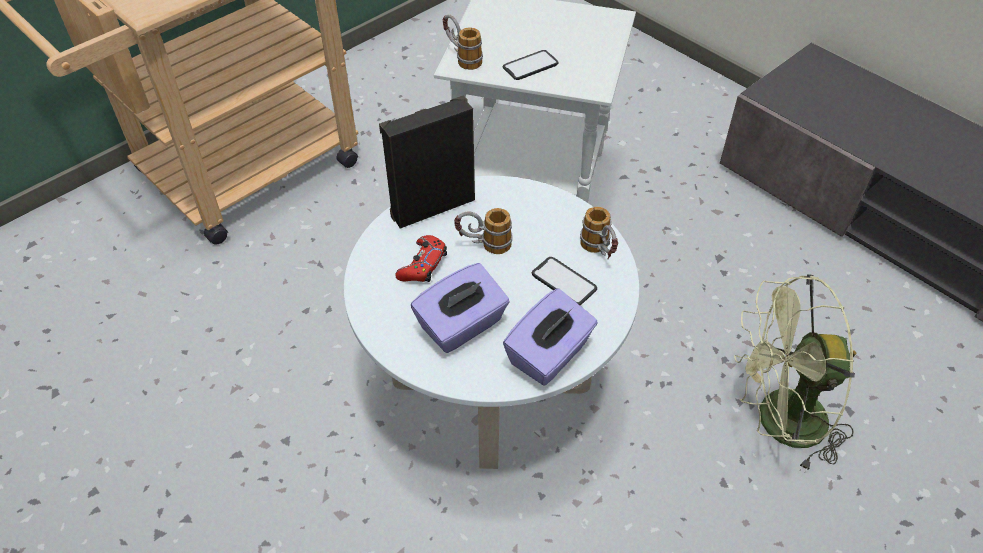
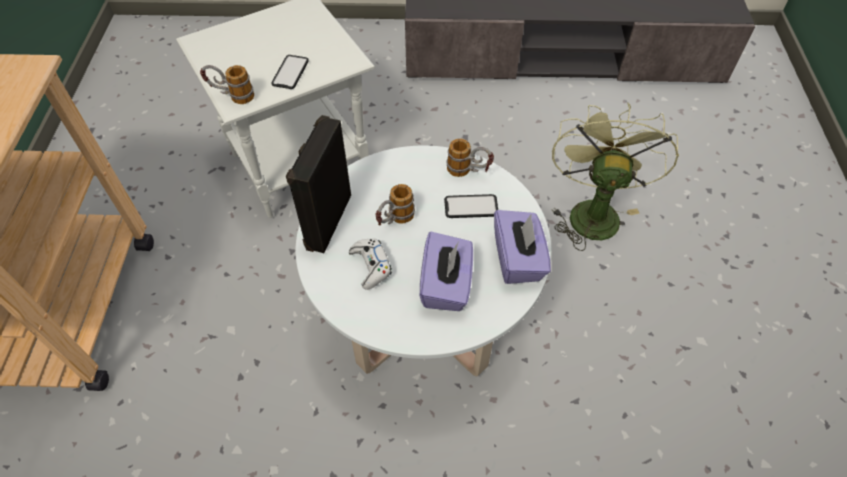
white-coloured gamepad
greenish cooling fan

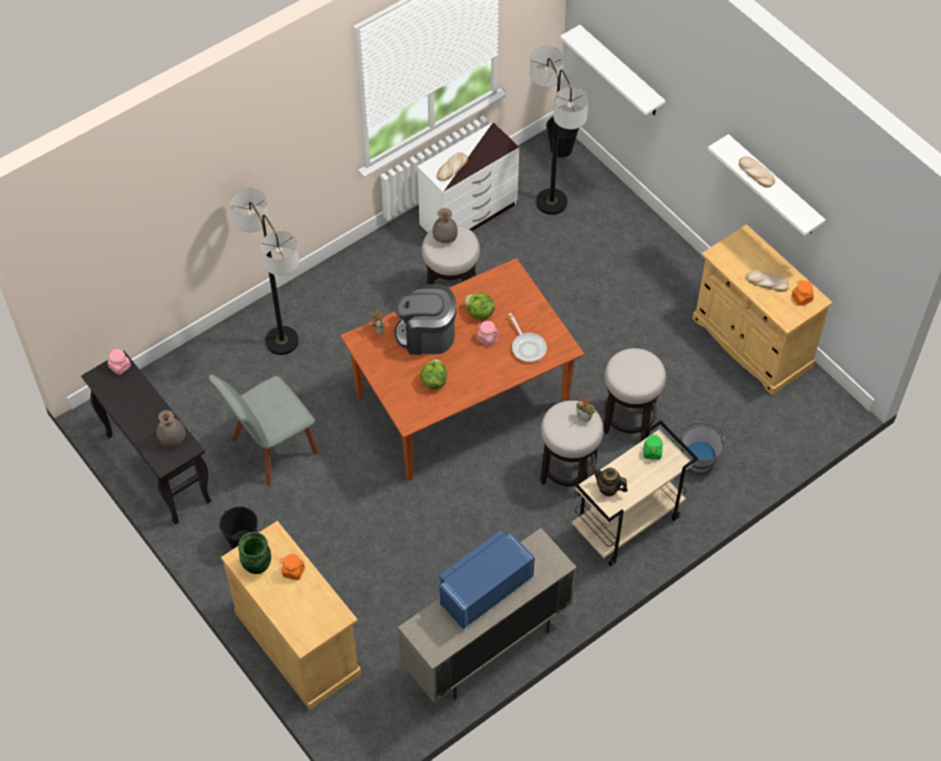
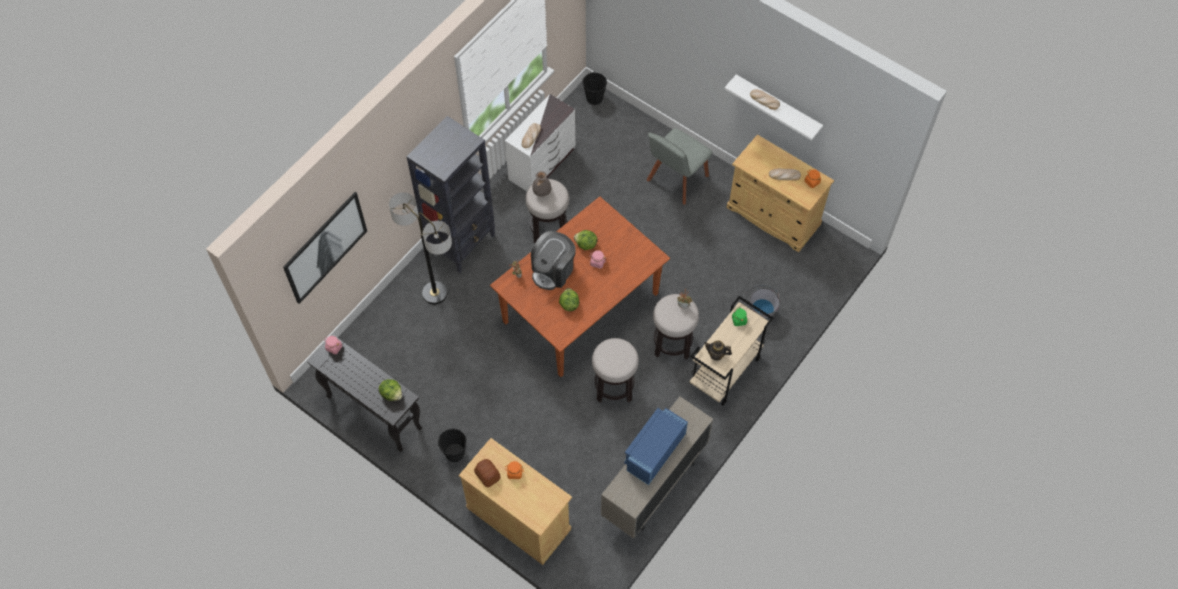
skillet
standing lamp (no. 2 from left in the first image)
white-coloured shelf (no. 1 from left in the first image)
wall picture
black-coloured bookcase
grey upright chair
stool (no. 2 from left)
head of lettuce (no. 1 from left)
baked bread (no. 1 from left)
coffee maker

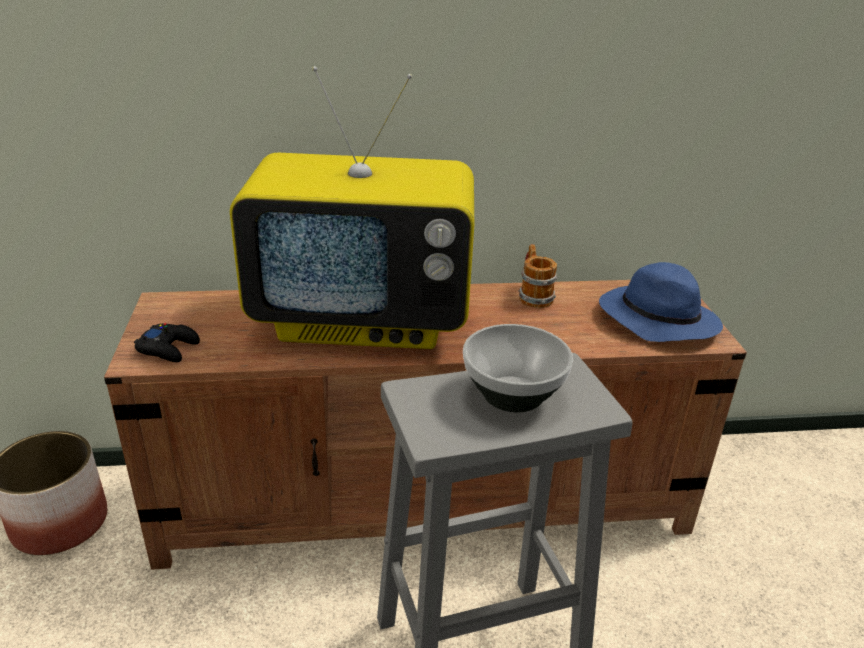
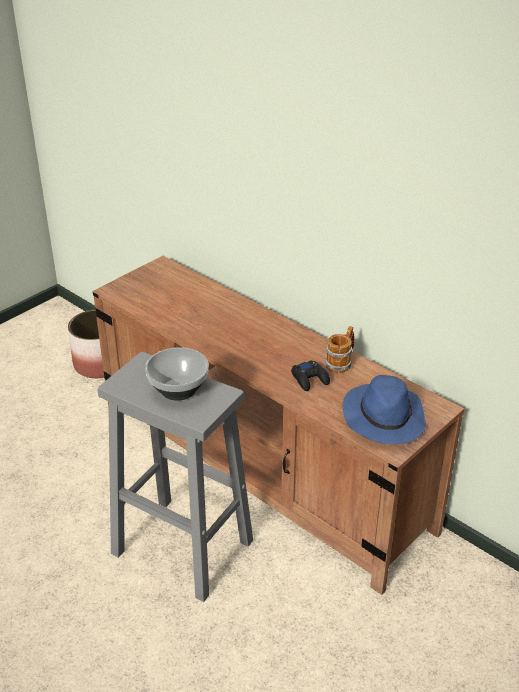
TV
black-coloured gamepad

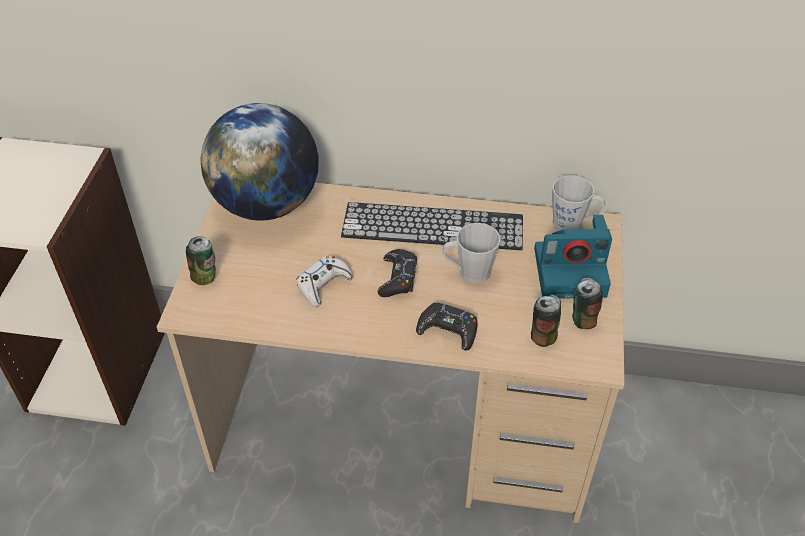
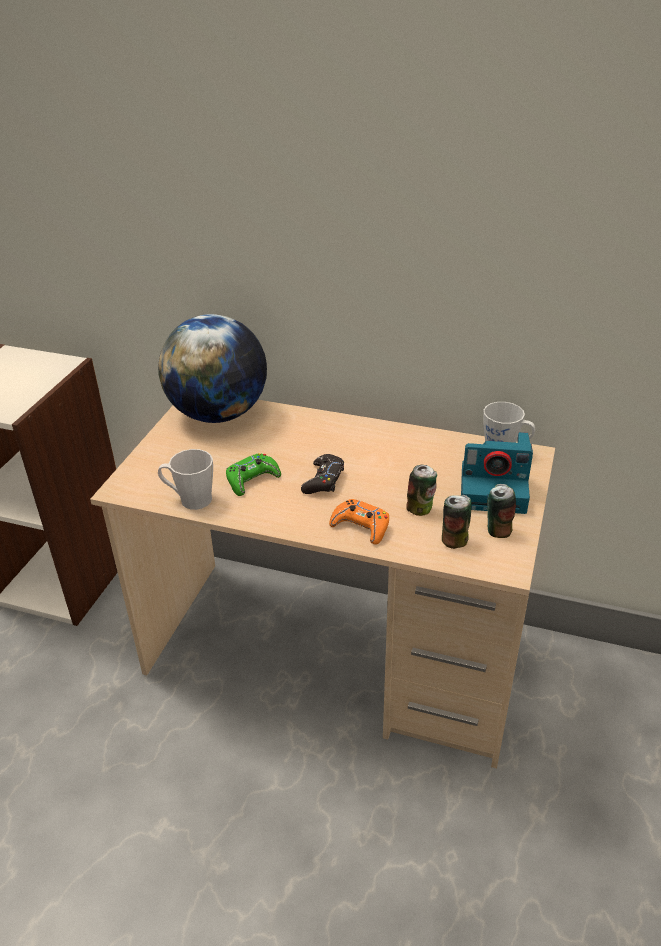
PC keyboard
sealed can (no. 1 from left)
grey coffee mug (no. 1 from left)
greenish gamepad
orangey gamepad

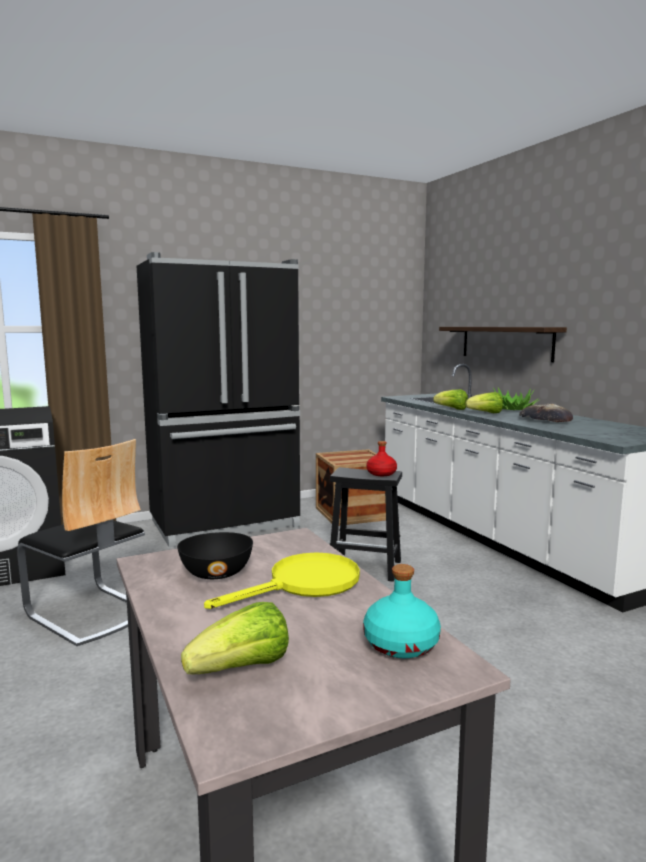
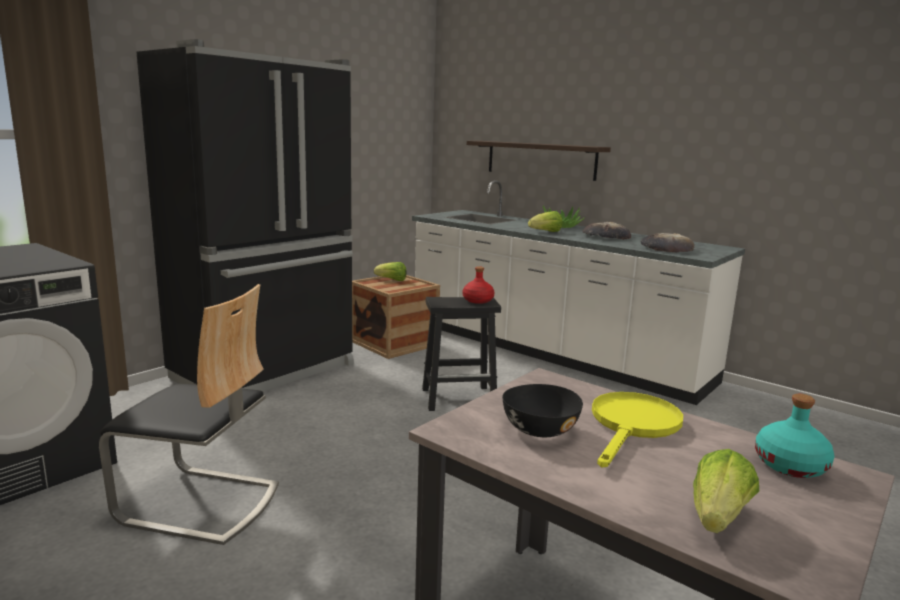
baked bread (no. 2 from left)
head of lettuce (no. 1 from left)

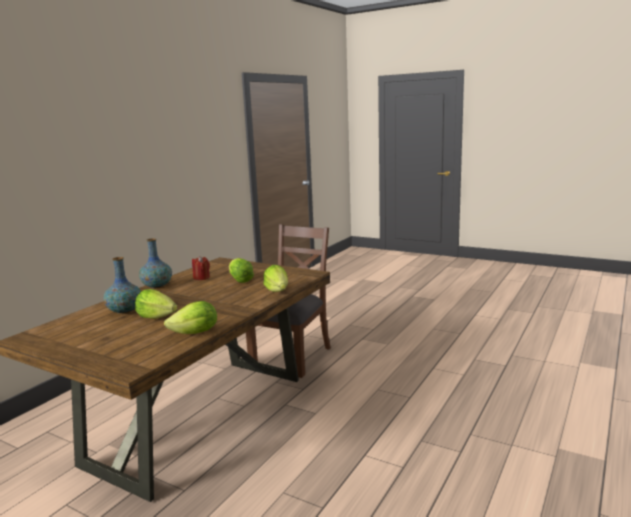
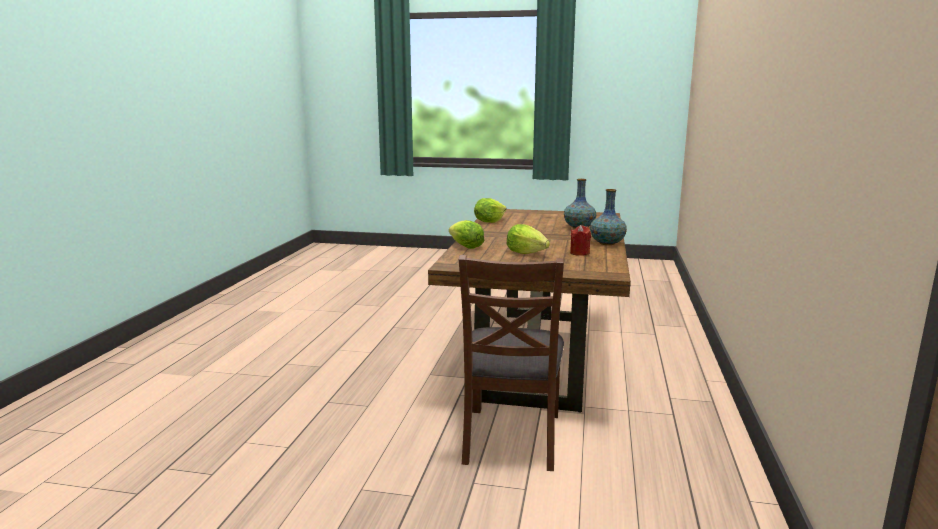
head of lettuce (no. 1 from left in the first image)

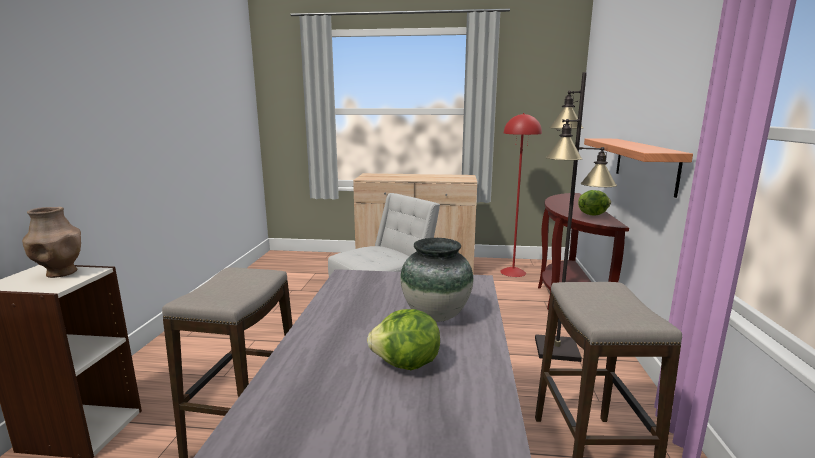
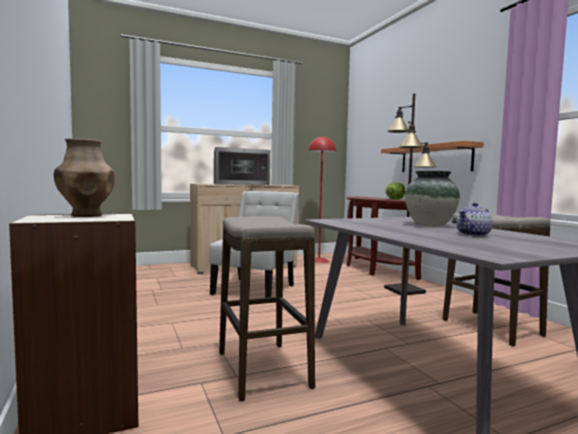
kitchen microwave
pot for tea

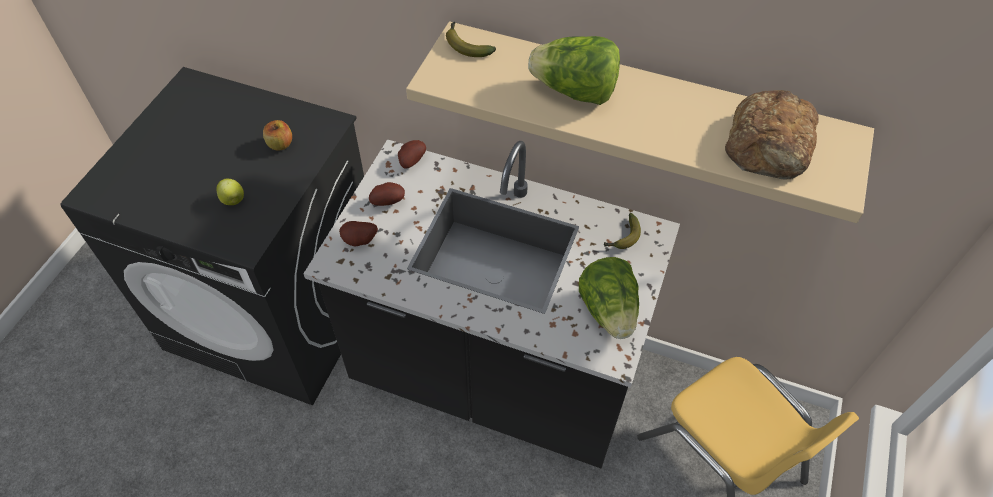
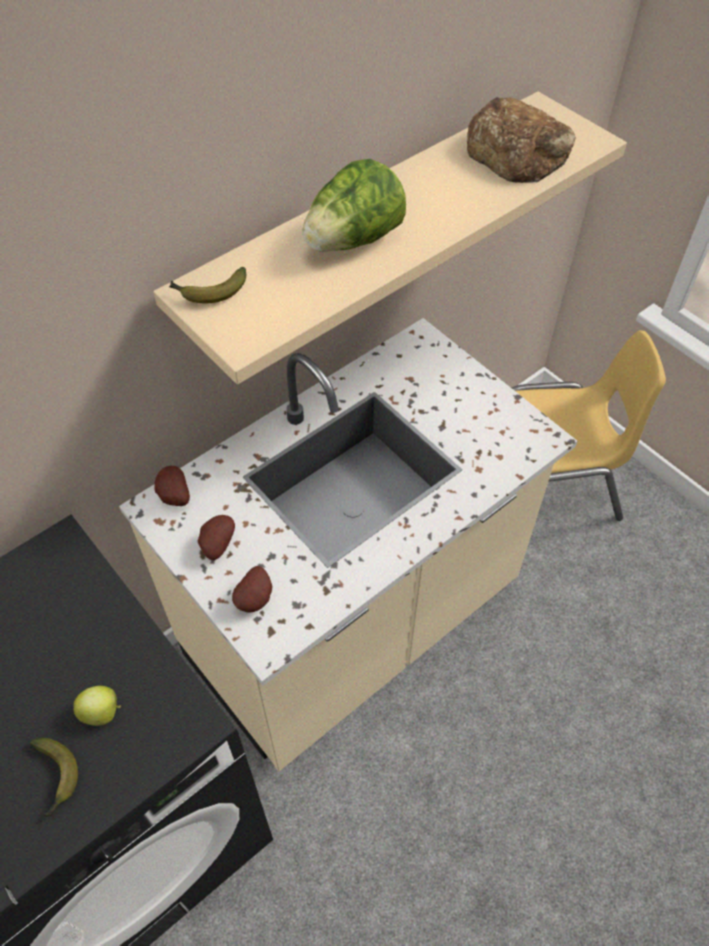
whole apple (no. 2 from left in the first image)
head of lettuce (no. 2 from left in the first image)
banana fruit (no. 1 from left)
beige-coloured kitchen counter

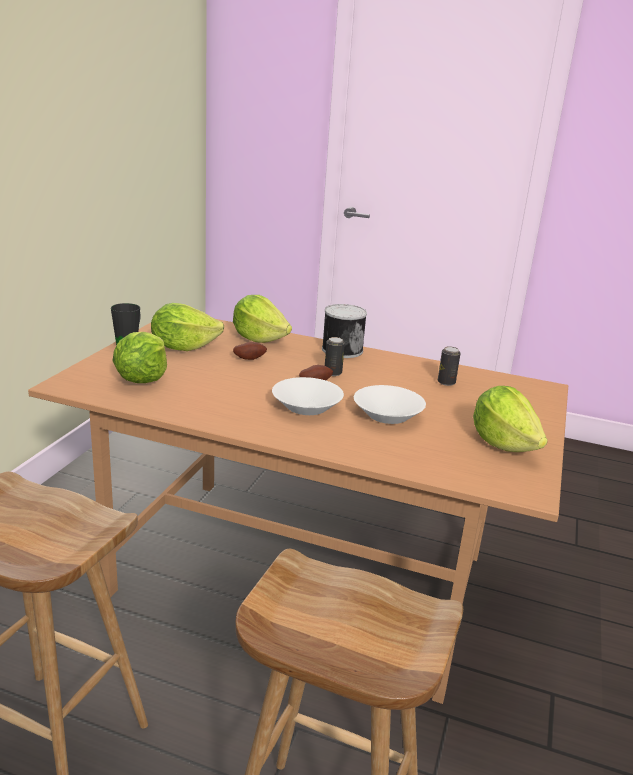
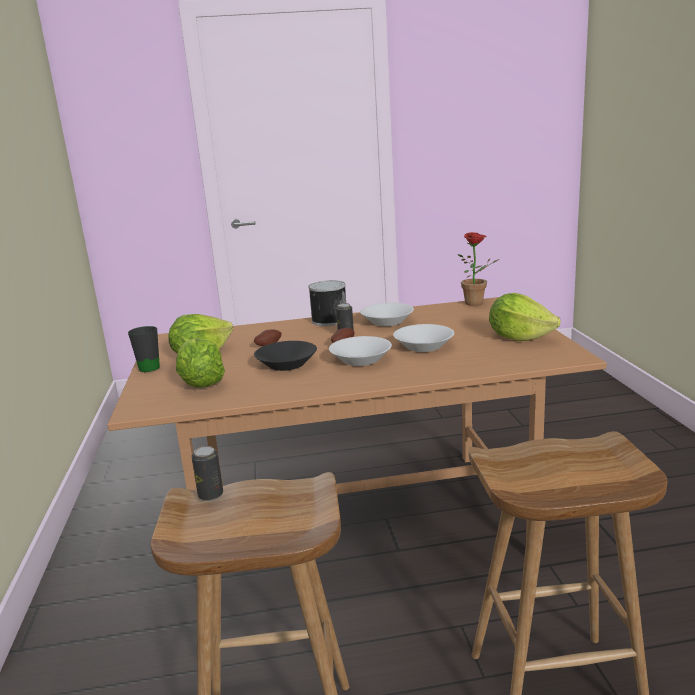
head of lettuce (no. 3 from left in the first image)
black-coloured bowl
white-coloured bowl (no. 2 from left)
plant in a pot
sealed can (no. 1 from left)

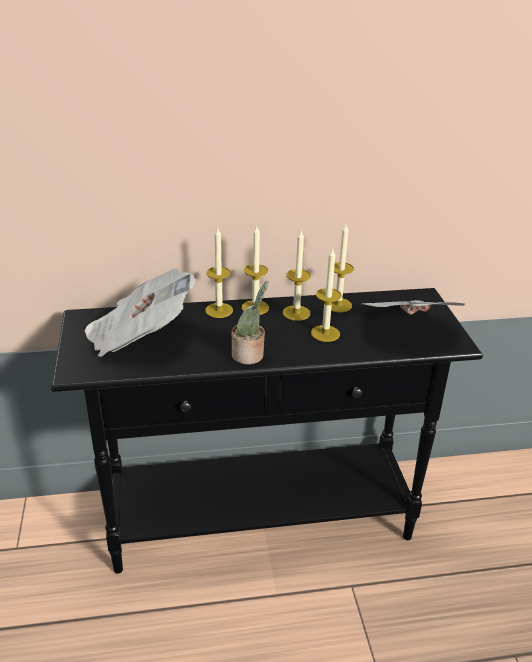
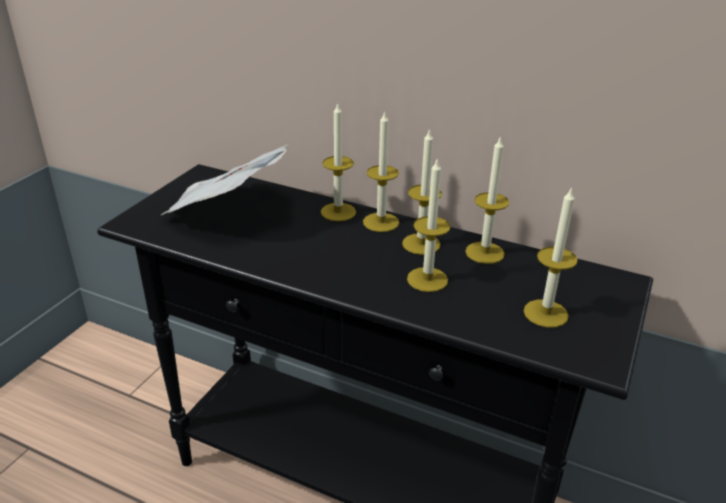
plant in a pot
candle (no. 6 from left)

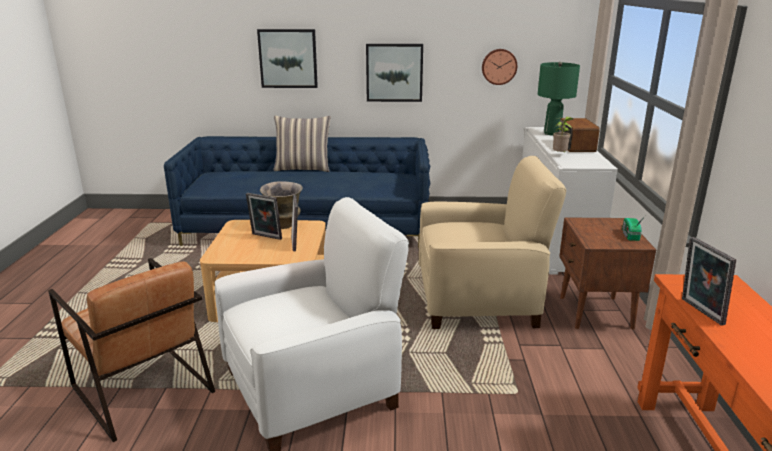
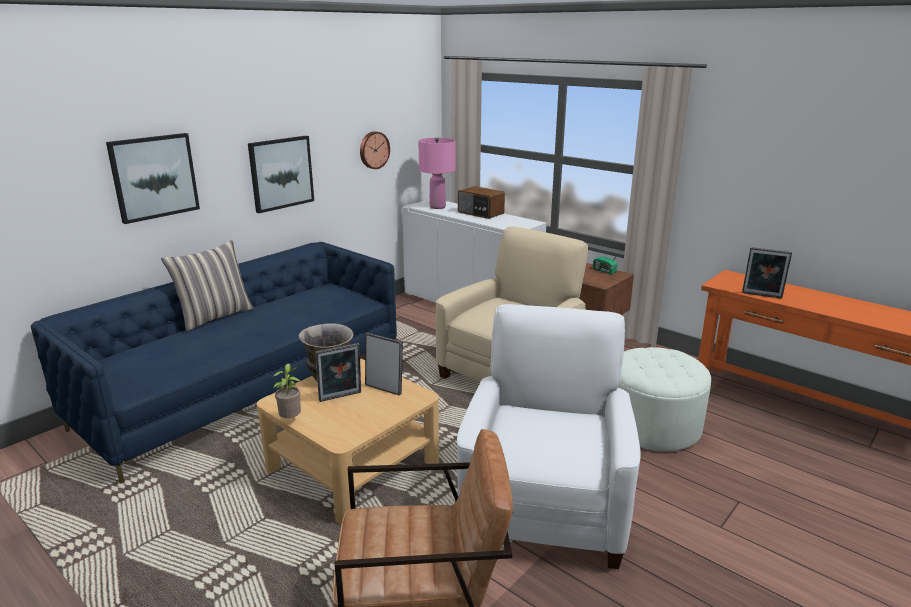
white-coloured ottoman
plant in a pot
pinkish tabletop lamp

